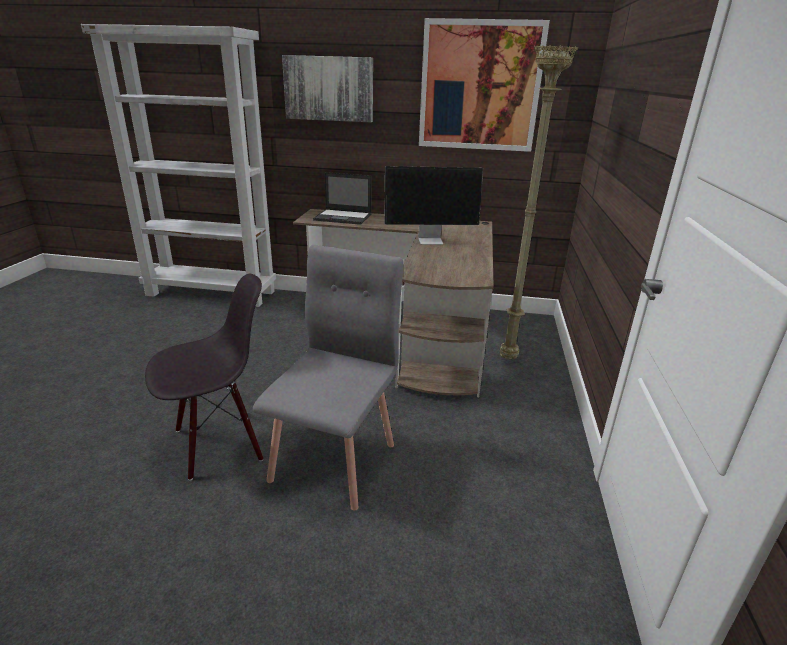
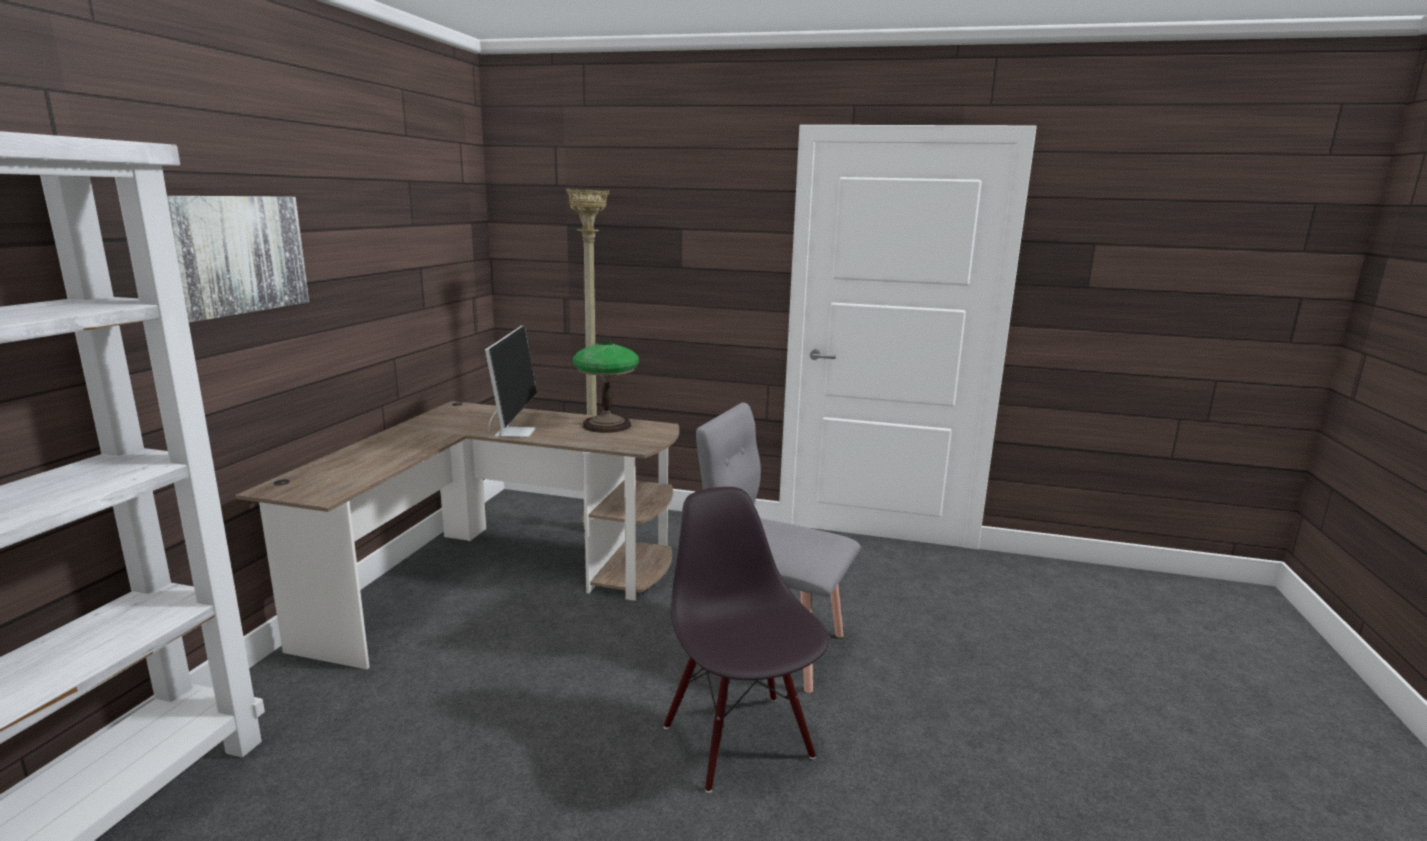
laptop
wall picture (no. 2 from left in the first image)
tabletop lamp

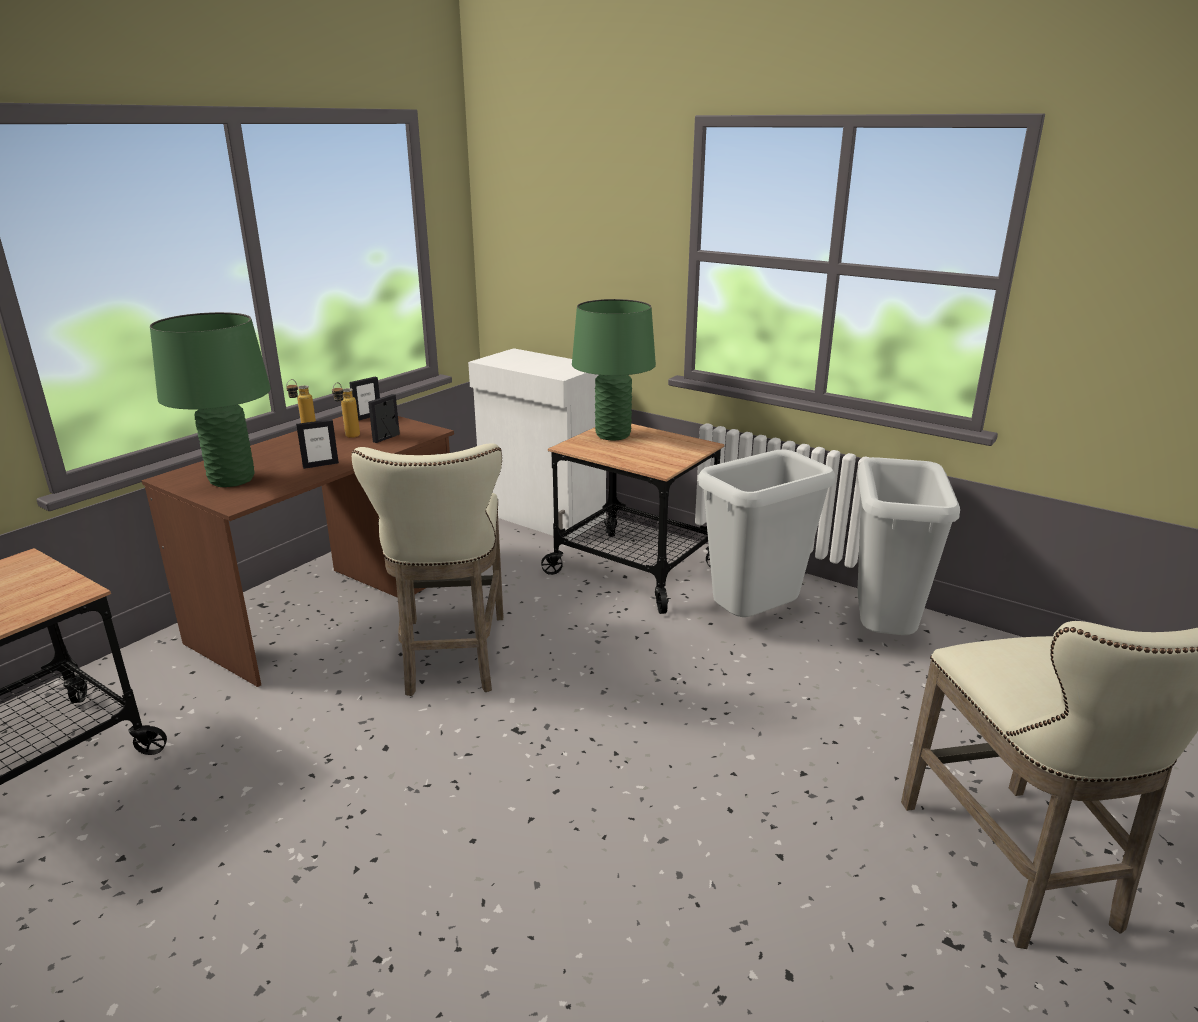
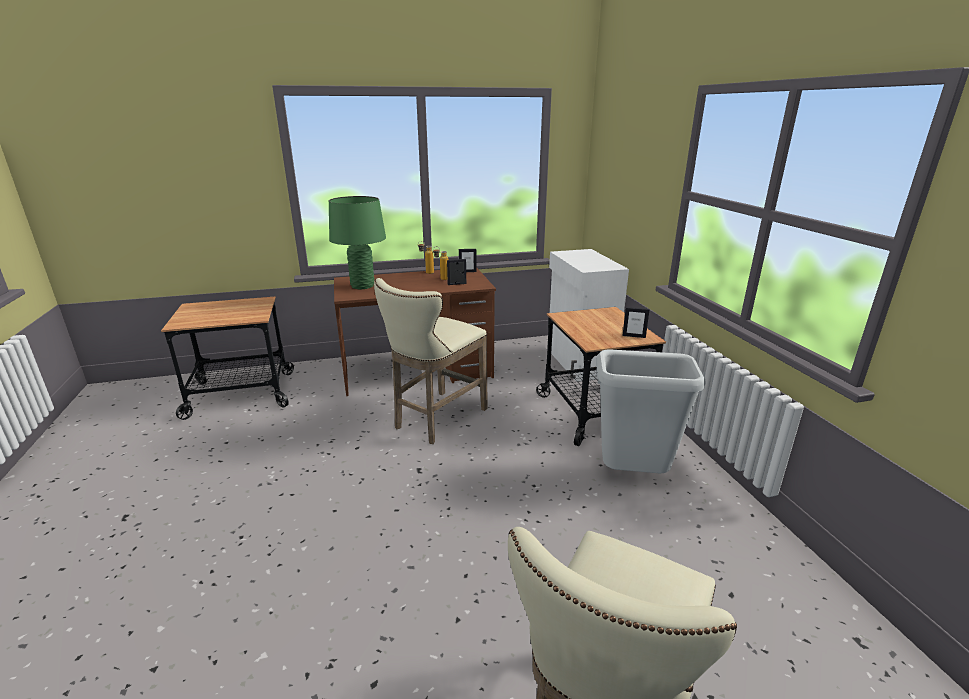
greenish tabletop lamp (no. 2 from left in the first image)
grey waste bin (no. 2 from left in the first image)
picture frame (no. 3 from left)

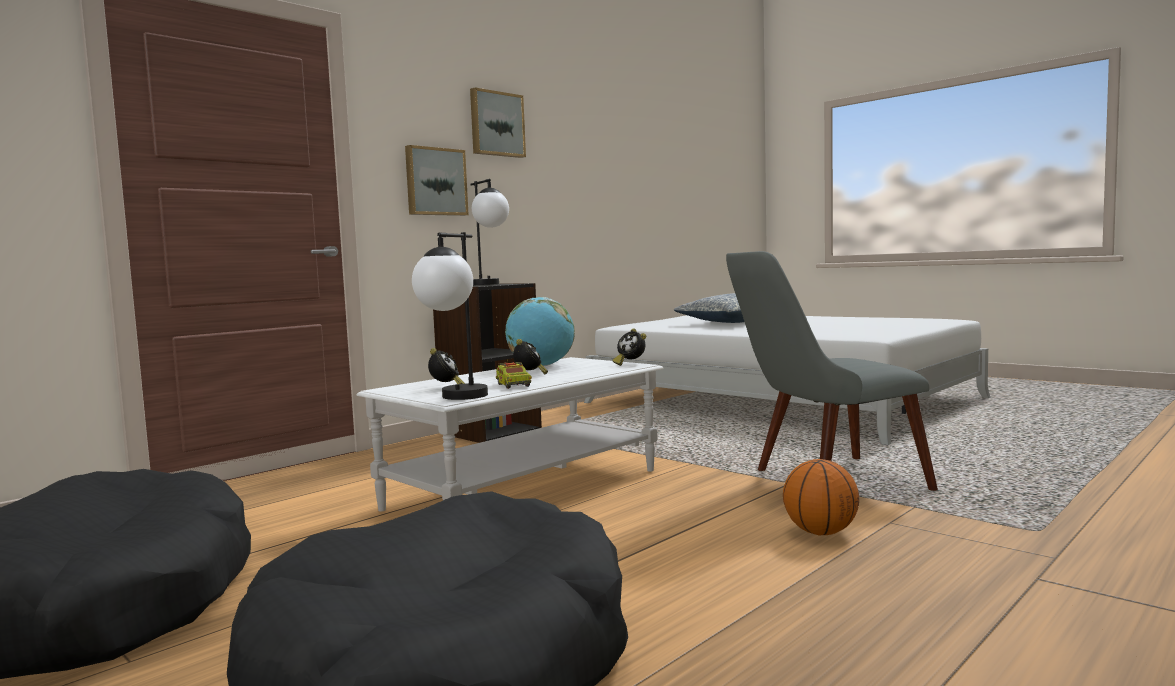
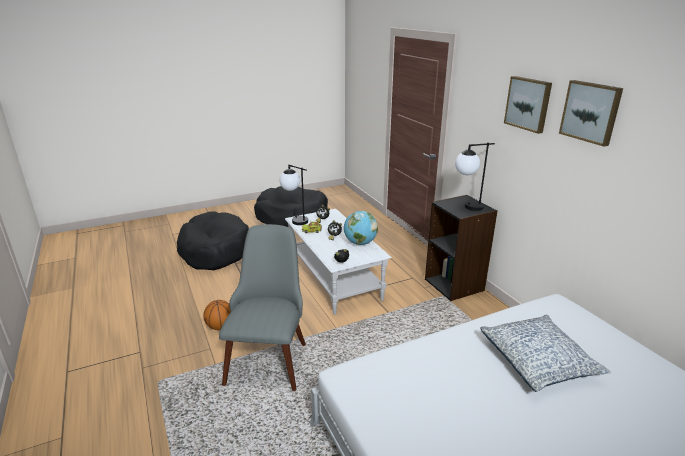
wall picture (no. 2 from left)

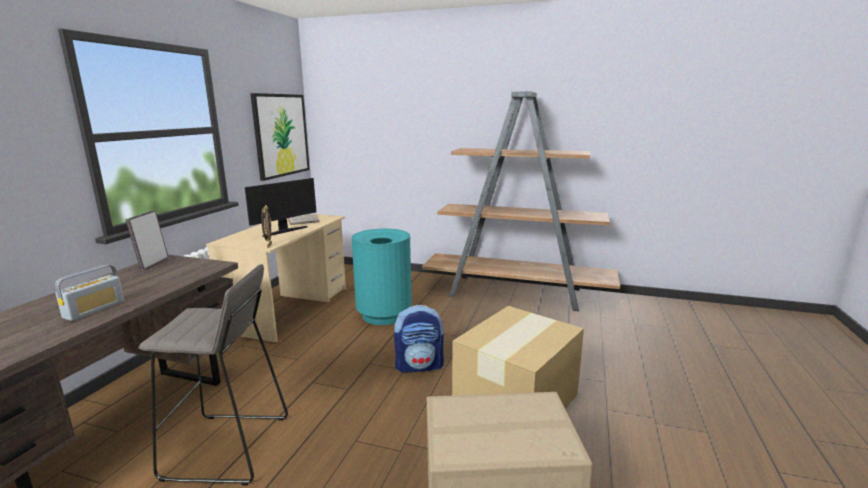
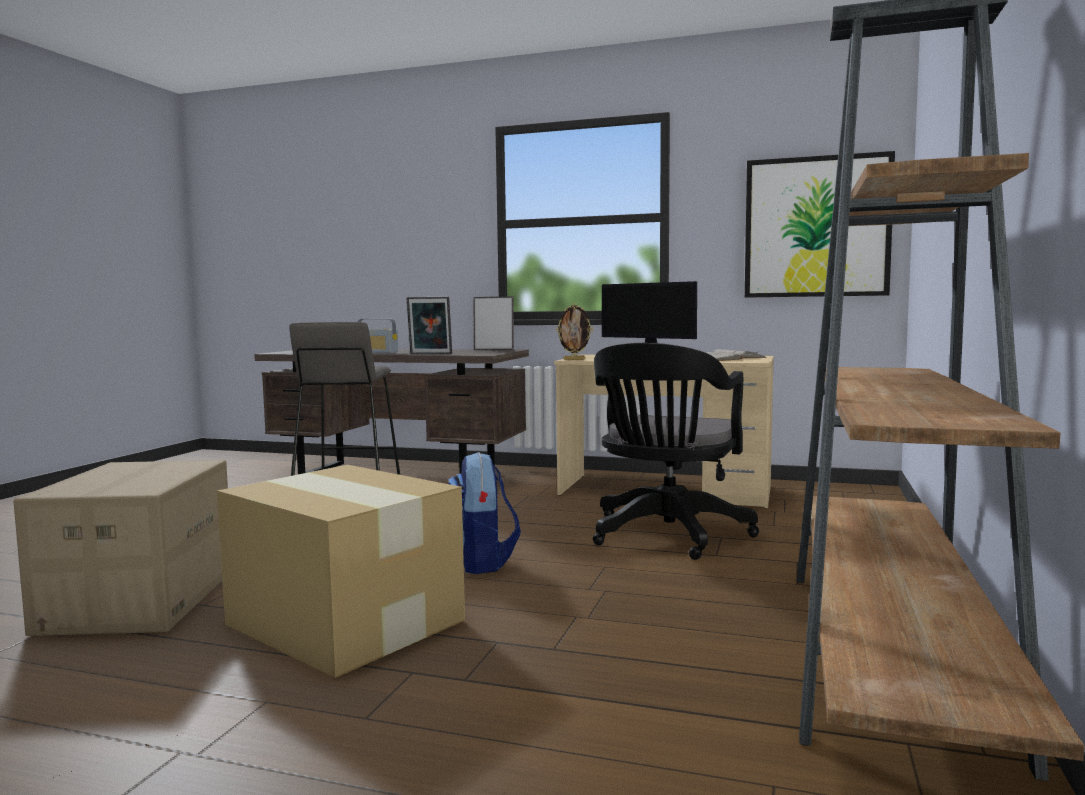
picture frame (no. 1 from left)
black-coloured desk chair

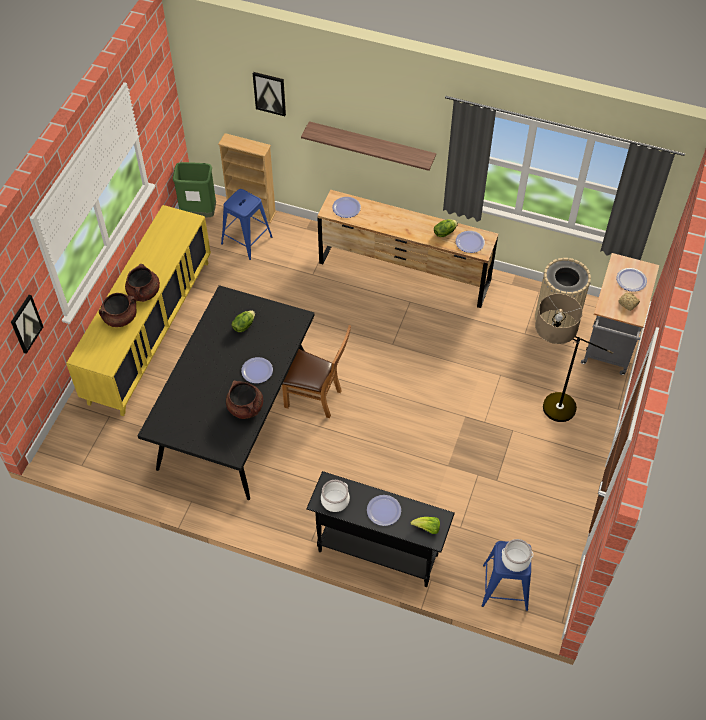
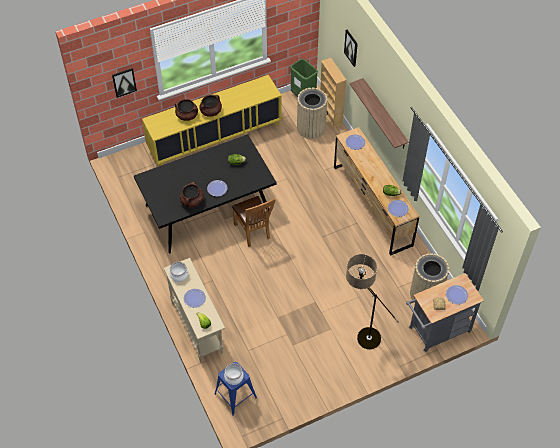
beige-coloured waste bin (no. 1 from left)
beige-coloured narrow table

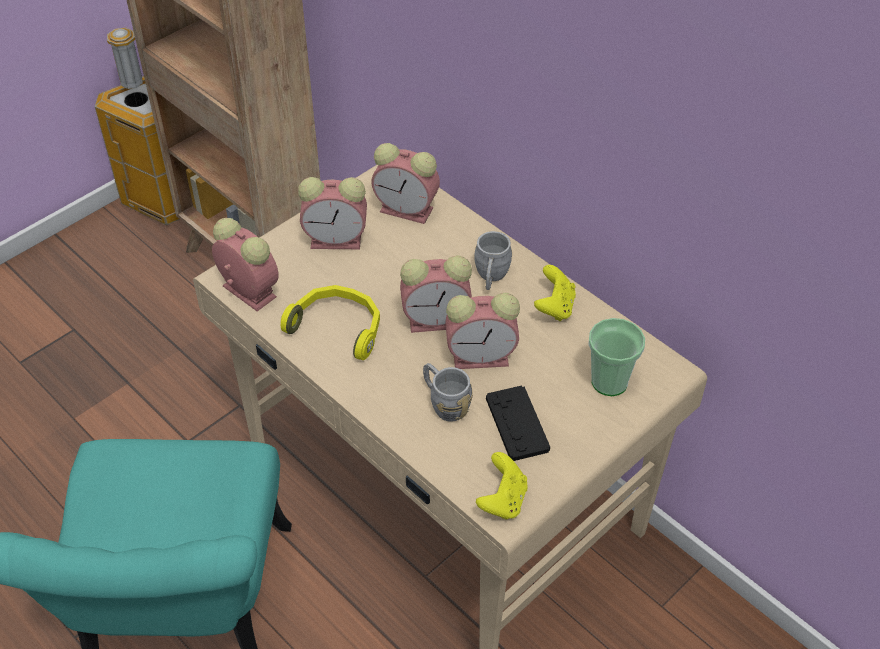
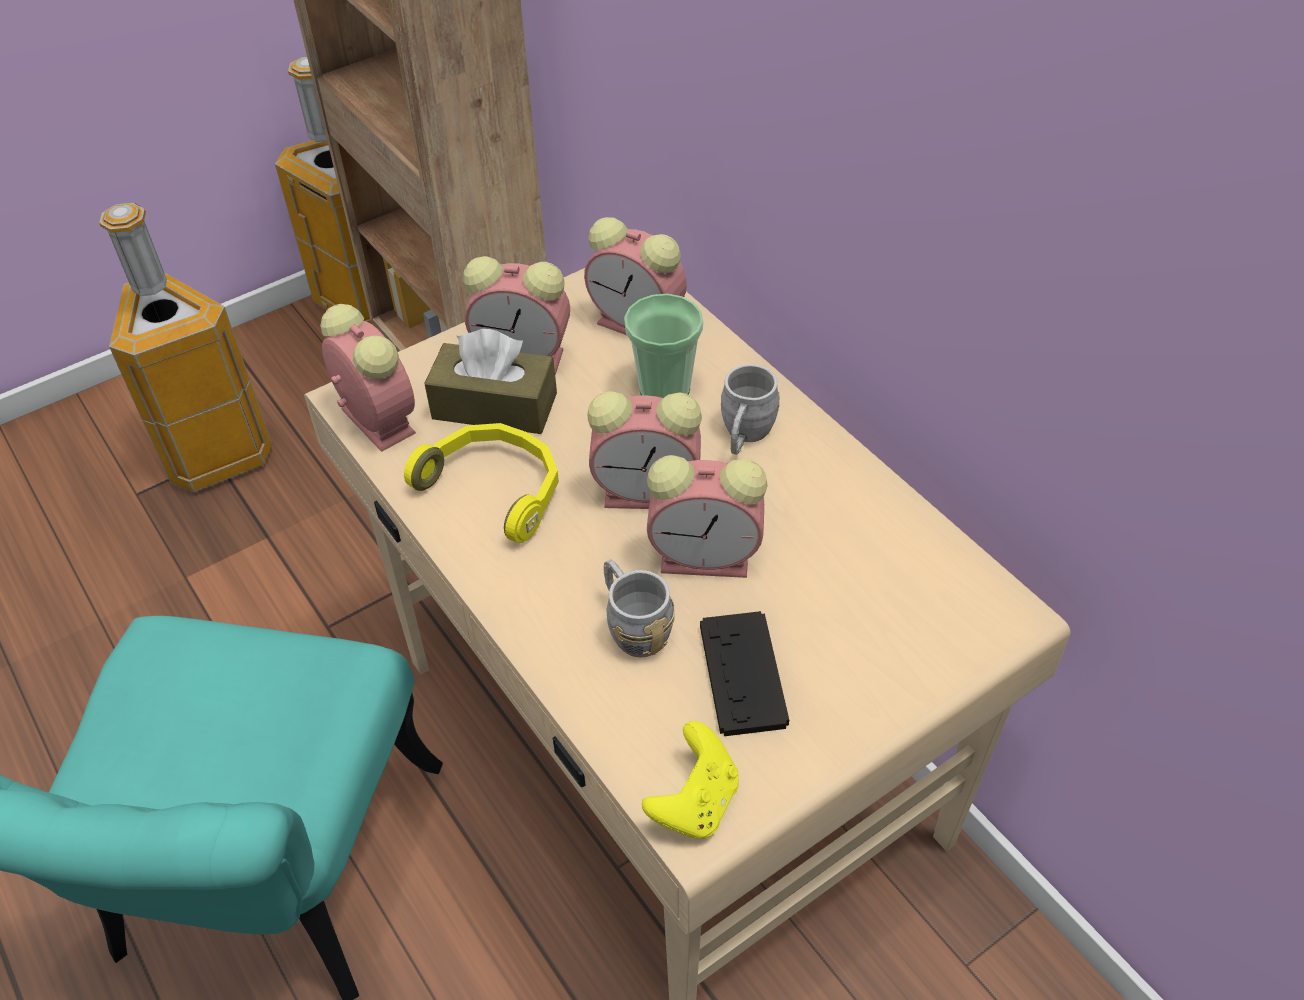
yellow gamepad (no. 2 from left in the first image)
waste bin (no. 1 from left)
brown tissue box
cup

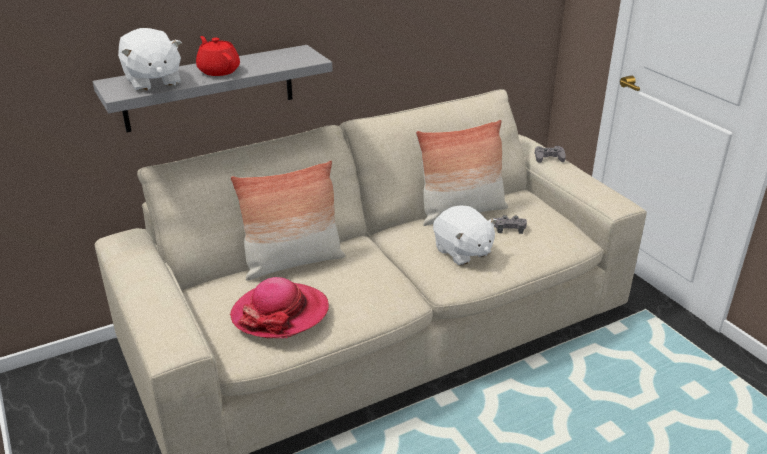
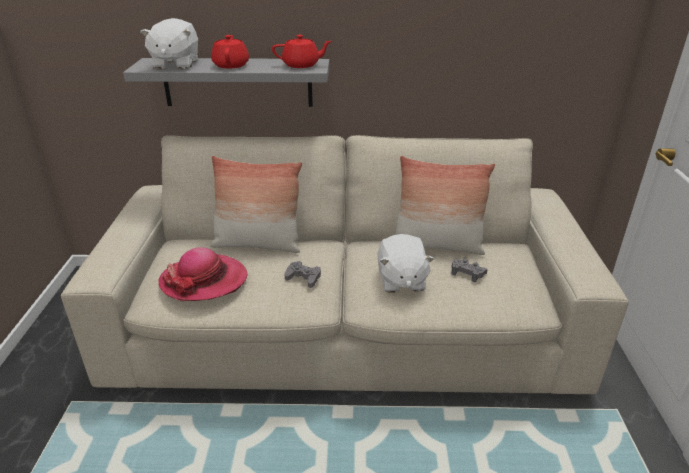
red-coloured pot for tea (no. 2 from left)
grey gamepad (no. 1 from left)

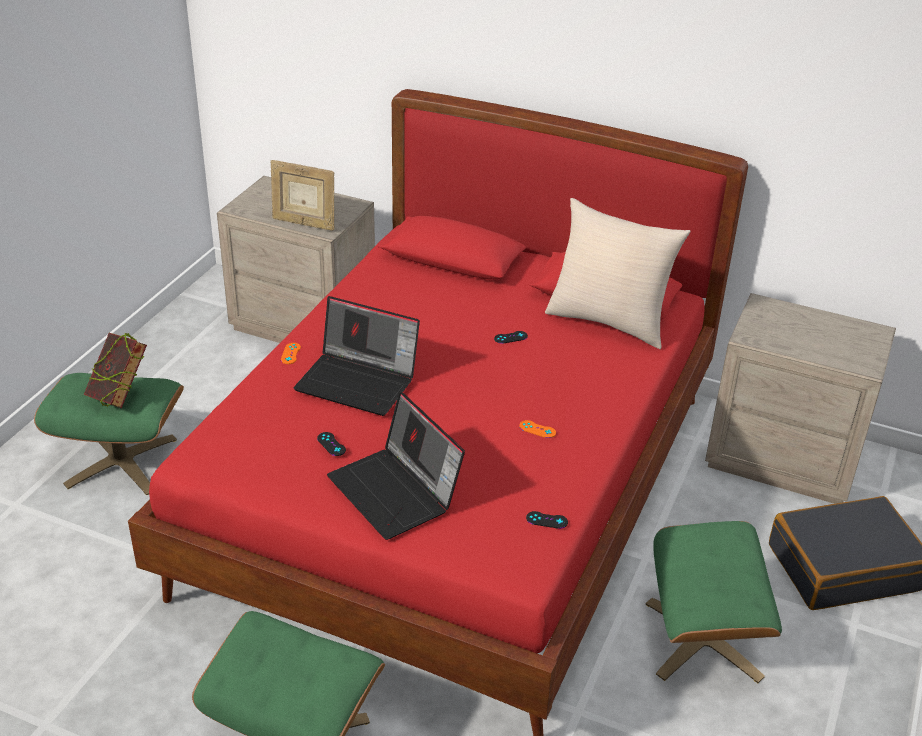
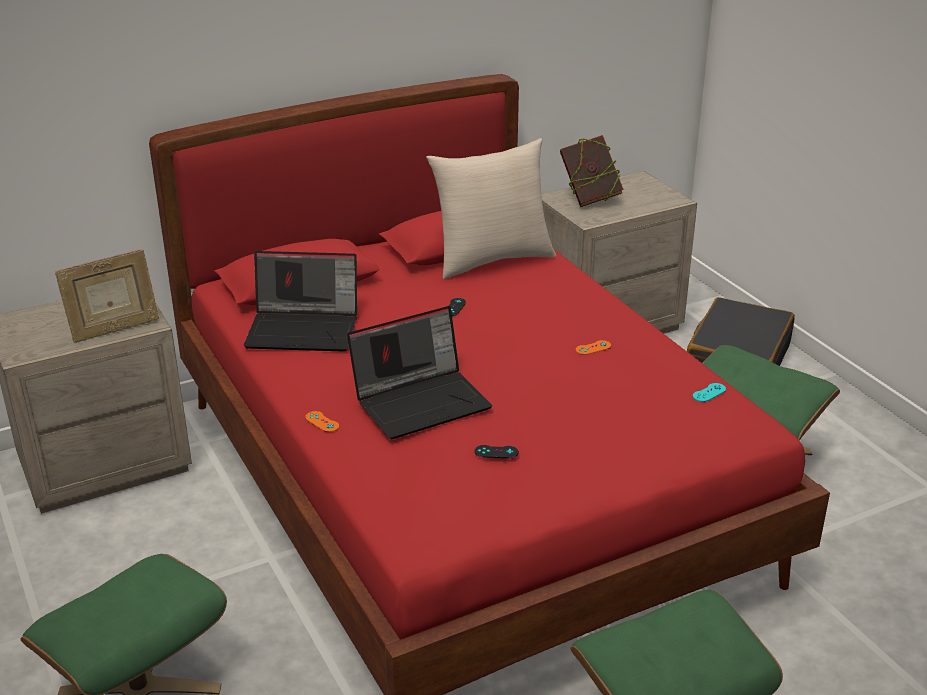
volume
laptop (no. 1 from left)
blue-green gamepad

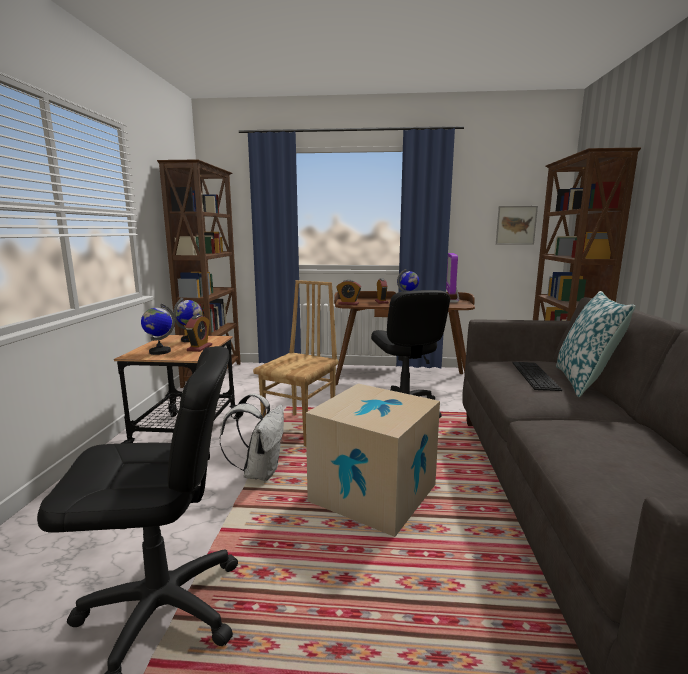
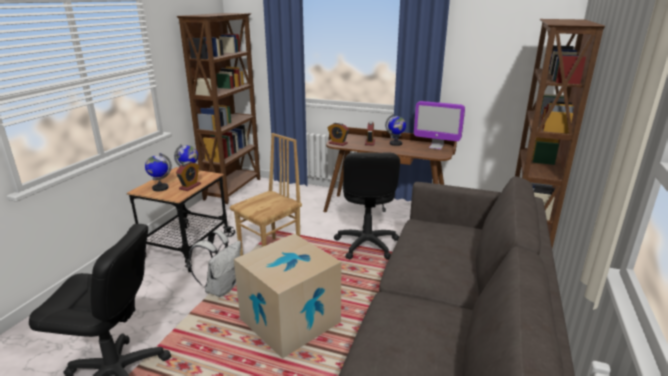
wall picture
PC keyboard
throw pillow
monitor

